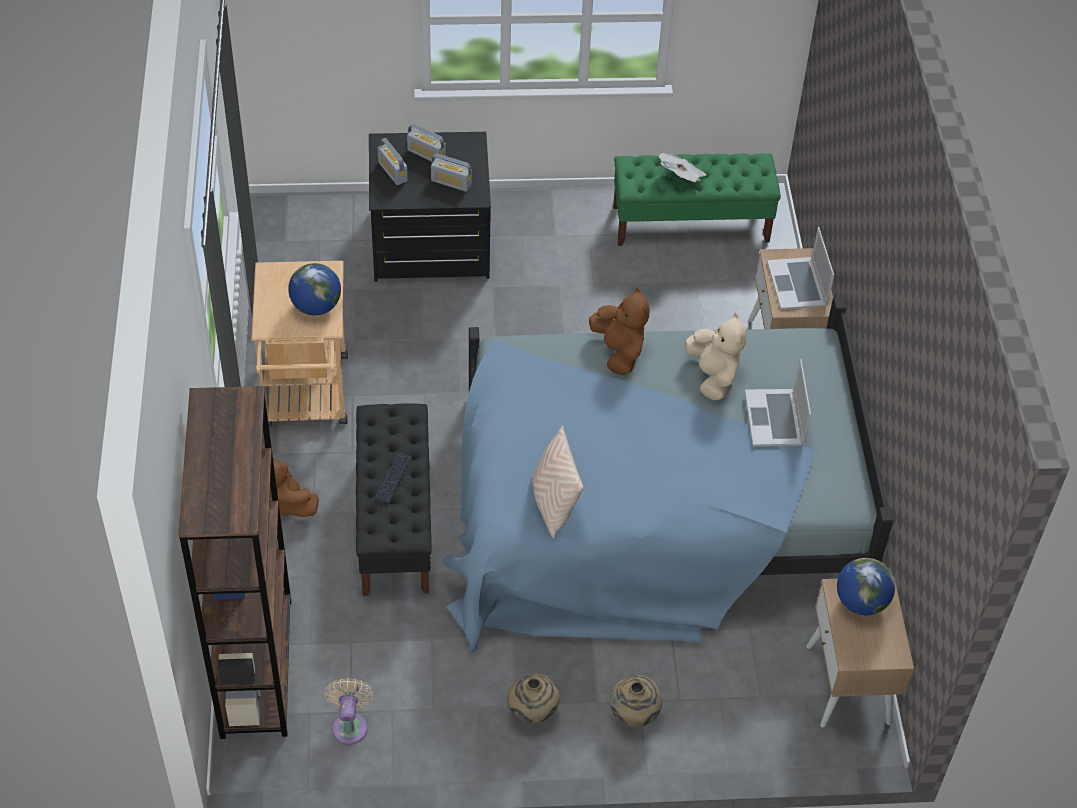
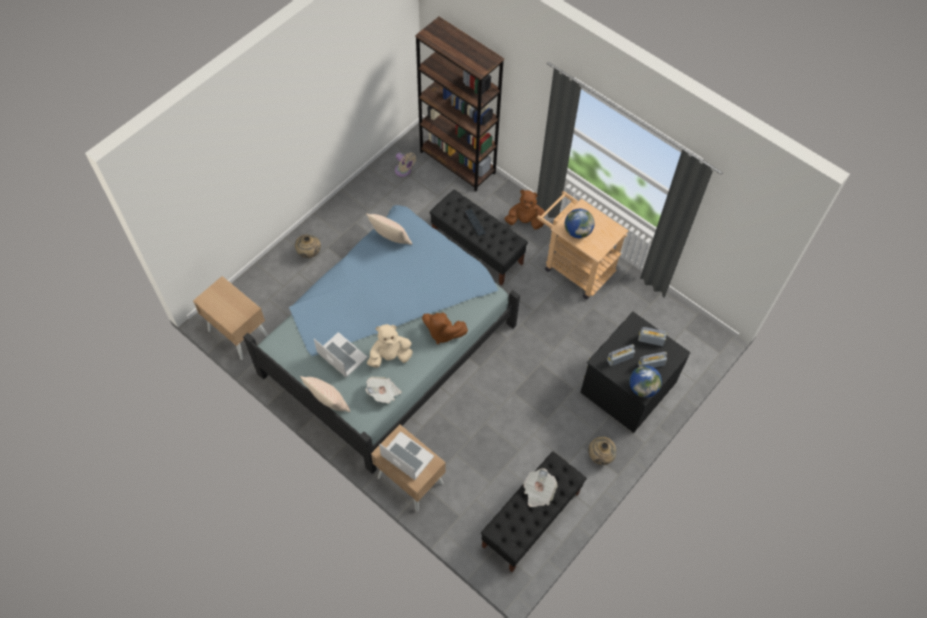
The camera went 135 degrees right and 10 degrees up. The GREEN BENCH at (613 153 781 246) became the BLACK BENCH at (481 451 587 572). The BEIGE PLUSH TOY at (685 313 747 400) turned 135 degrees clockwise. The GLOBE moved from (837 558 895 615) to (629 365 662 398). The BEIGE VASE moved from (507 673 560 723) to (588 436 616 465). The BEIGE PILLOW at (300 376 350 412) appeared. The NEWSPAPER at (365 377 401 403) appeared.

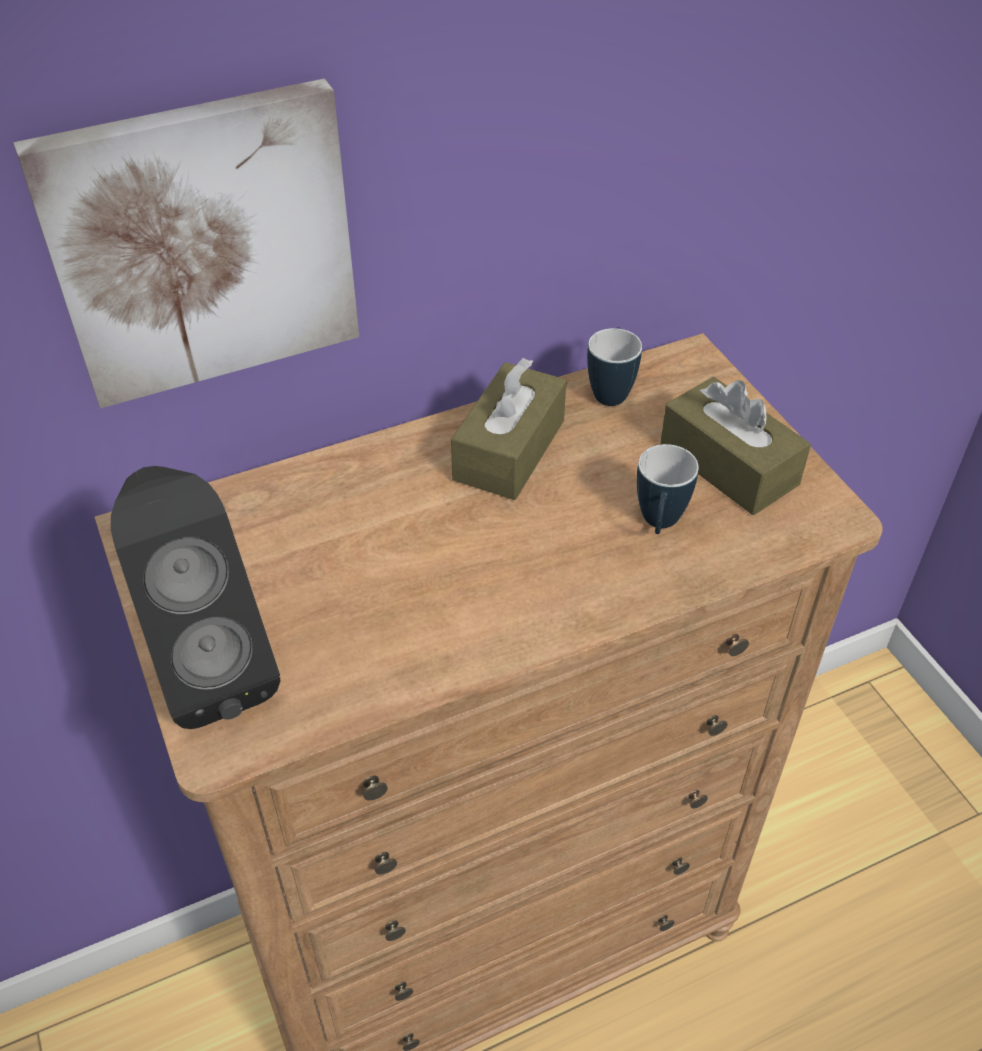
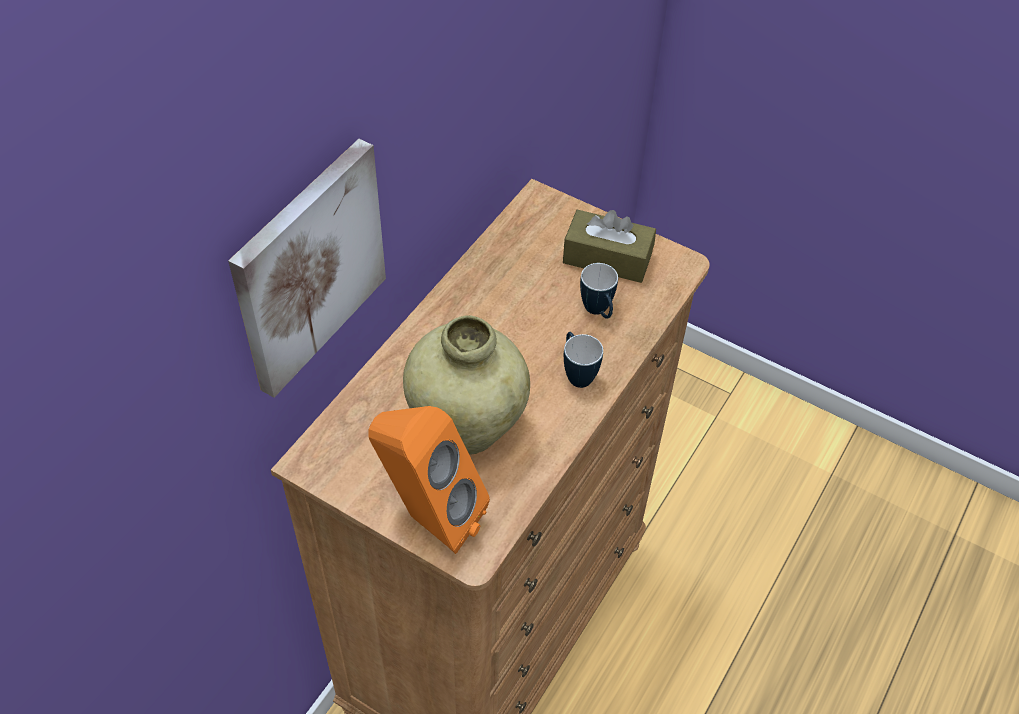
The camera went 35 degrees left and 5 degrees up. The MUG moved from (587 327 642 406) to (564 332 603 388). The BROWN TISSUE BOX at (451 358 566 500) disappeared. The BLACK SPEAKER at (111 466 280 729) became the ORANGE SPEAKER at (368 406 490 554). The BEIGE VASE at (403 315 530 455) appeared.

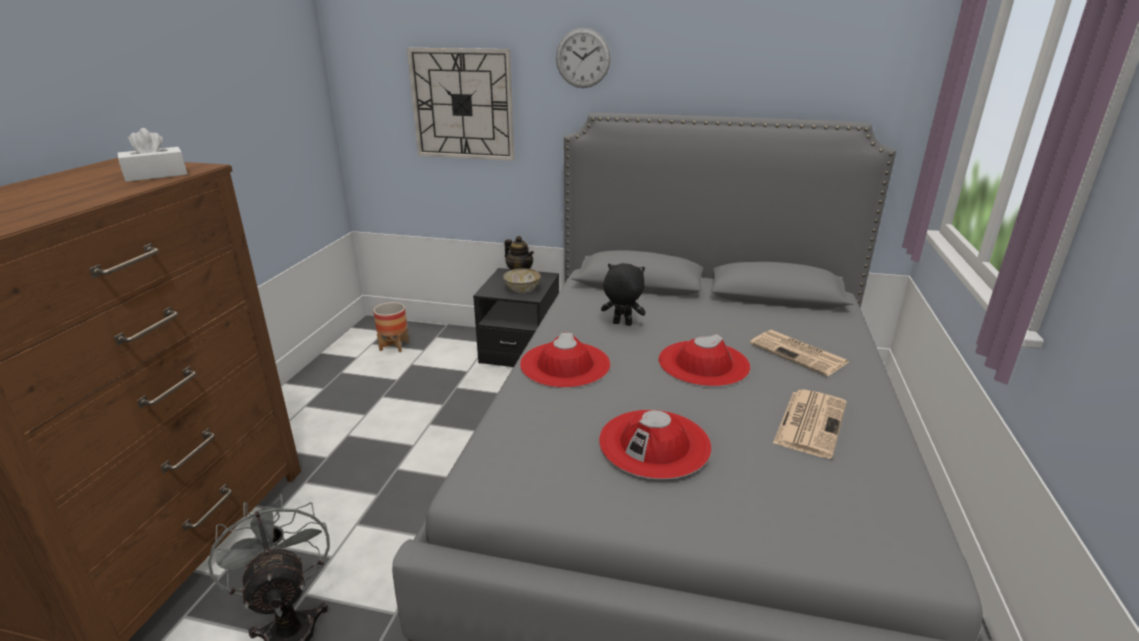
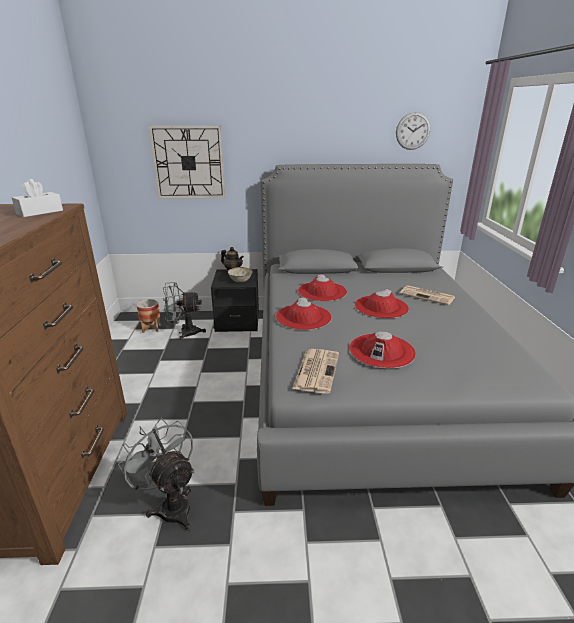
The camera went 15 degrees left and 0 degrees up. The WALL CLOCK moved from (556 28 611 88) to (396 112 431 150). The BLACK PLUSH TOY at (601 263 645 326) was replaced by the RED HAT at (298 274 347 301). The NEWSPAPER moved from (773 389 847 459) to (292 349 339 394). The GREY FAN at (163 282 206 340) appeared.

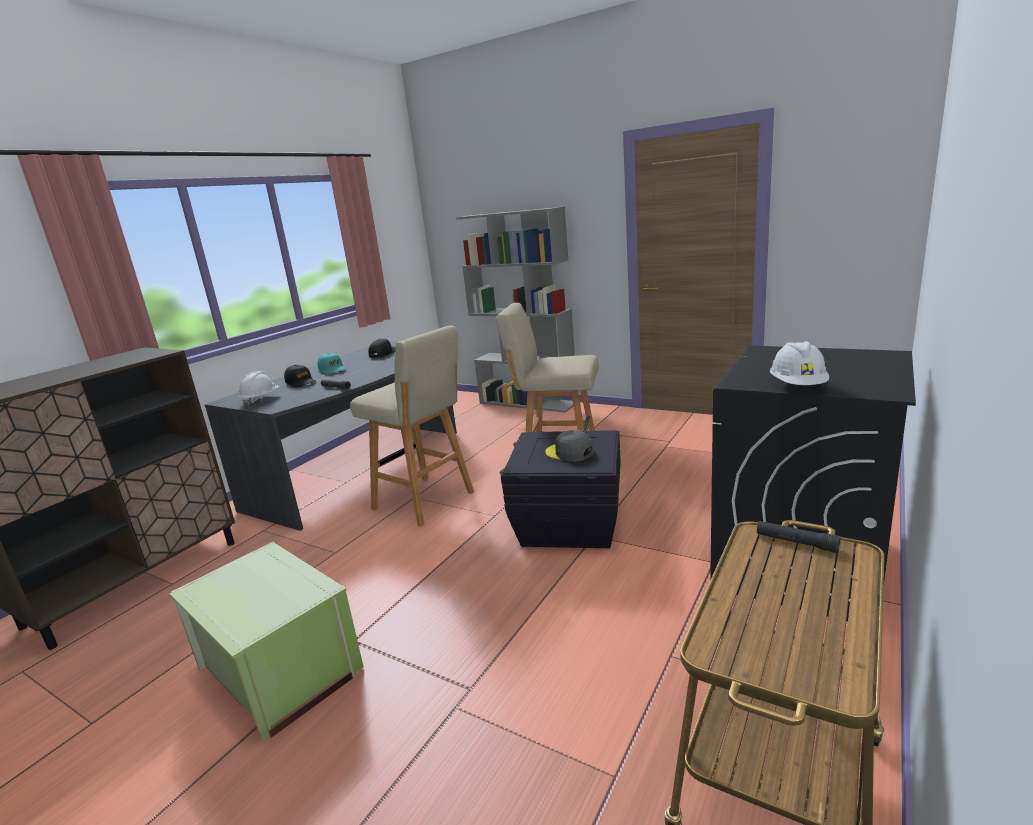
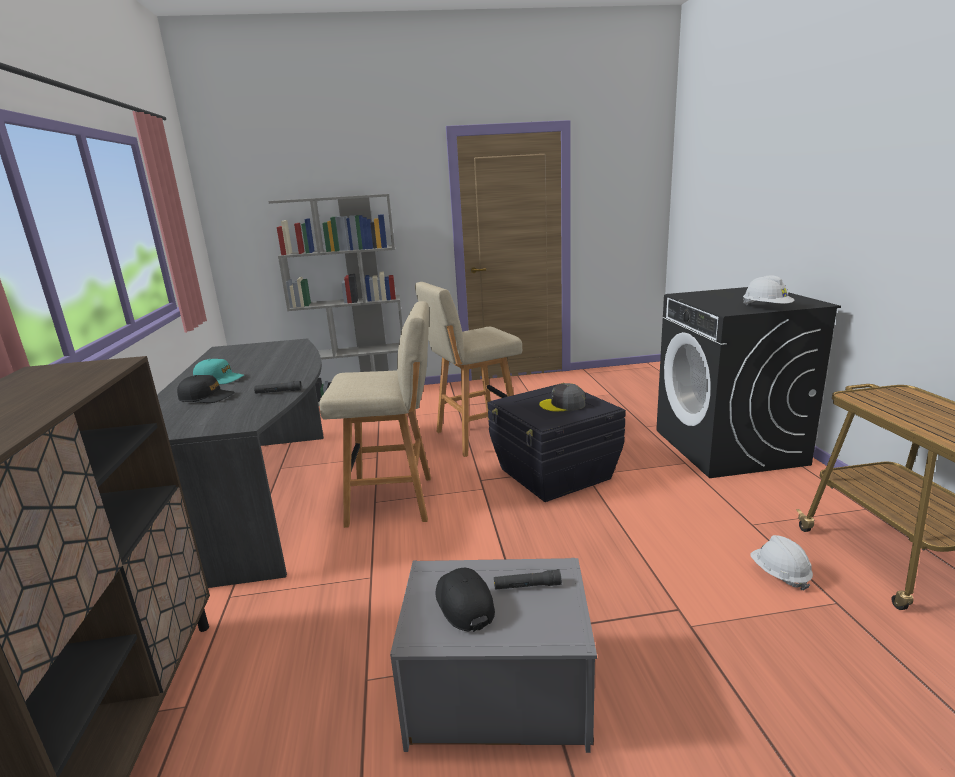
The camera went 40 degrees left and 0 degrees up. The BLACK CAP moved from (368 339 396 358) to (436 568 495 632). The WHITE HARD HAT moved from (238 371 280 406) to (750 535 813 591). The BLACK FLASHLIGHT moved from (757 521 841 553) to (494 569 562 590). The GREEN STORAGE BOX at (169 541 364 740) became the GREY STORAGE BOX at (390 558 597 753).

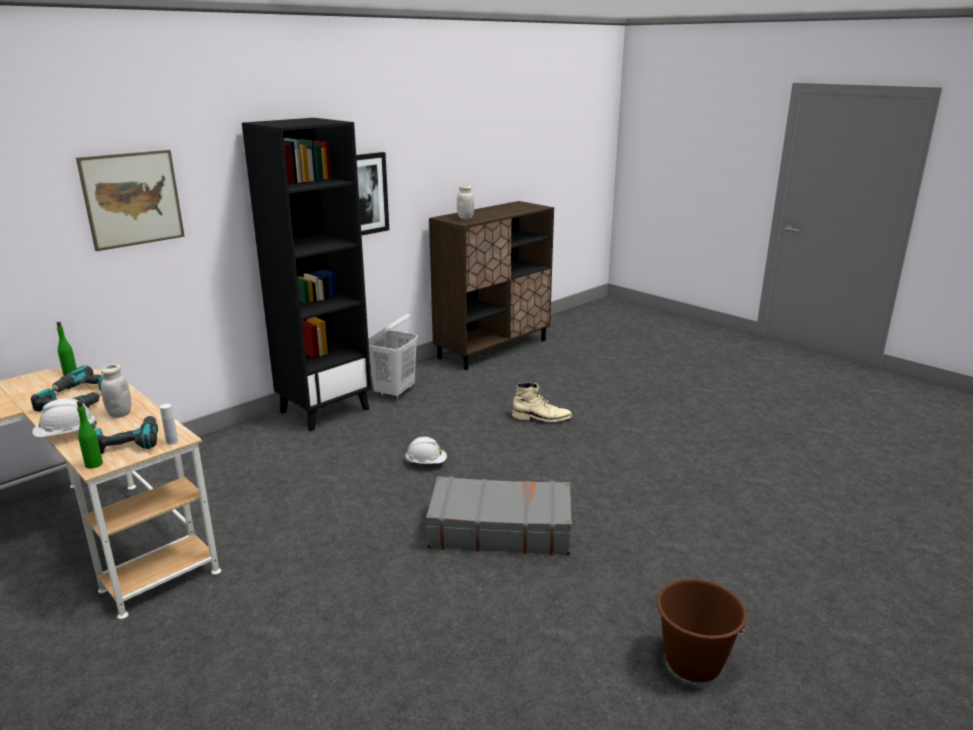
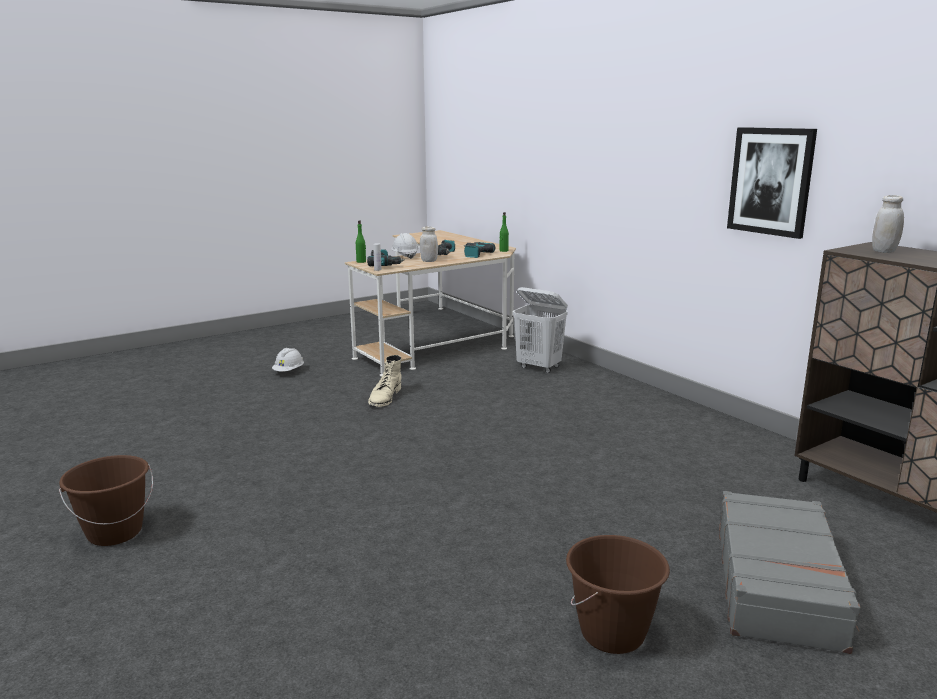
The camera went 100 degrees right and 5 degrees down. The BLACK BOOKCASE at (242 118 371 431) disappeared. The PICTURE at (76 150 185 251) disappeared. The WHITE LAUNDRY BASKET moved from (368 314 418 399) to (513 287 568 373). The BEIGE BOOT moved from (512 383 573 422) to (368 355 402 407). The WHITE HARD HAT moved from (405 437 447 464) to (272 348 304 371). The GREY SUITCASE moved from (426 476 572 555) to (719 491 861 654). The BROWN BUCKET at (566 535 670 654) appeared.

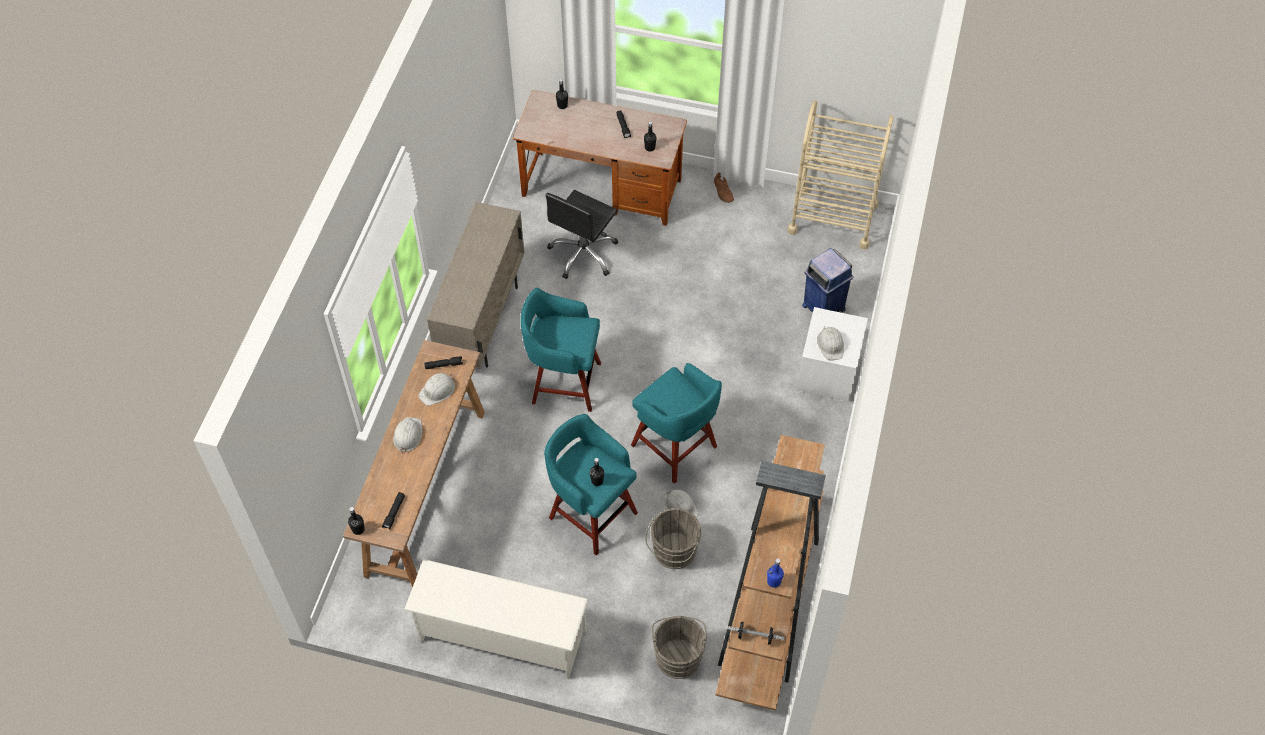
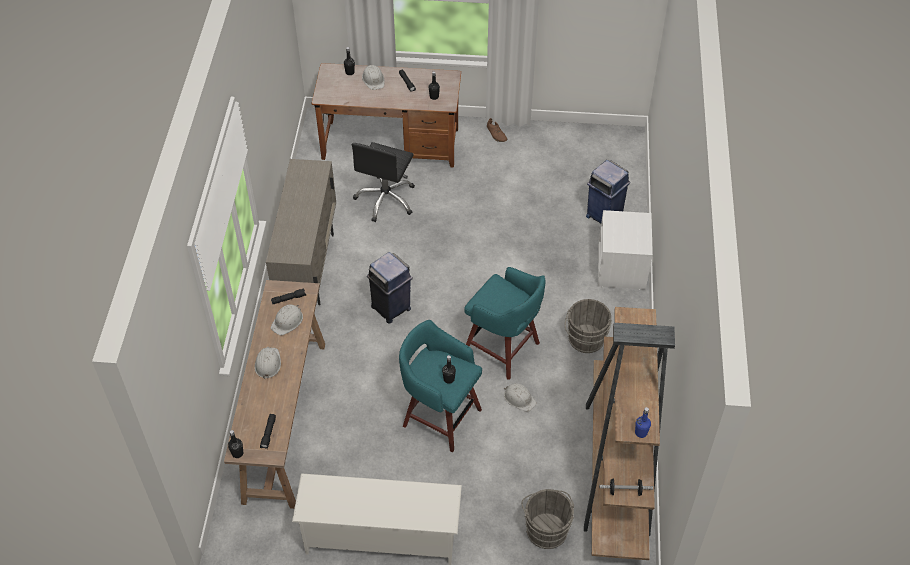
The camera went 10 degrees left and 5 degrees down. The BEIGE CART at (788 100 894 249) disappeared. The TURQUOISE STOOL at (521 288 601 412) was replaced by the BLUE TRASH CAN at (367 252 413 324). The WHITE HARD HAT moved from (817 326 844 360) to (362 65 385 90). The GREY BUCKET moved from (645 508 701 569) to (565 299 612 353).

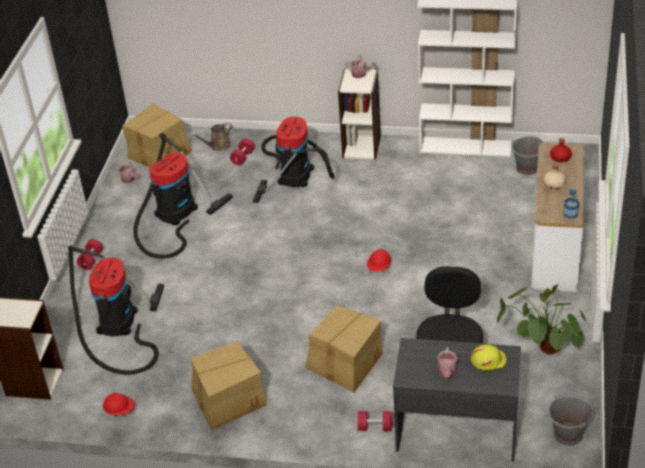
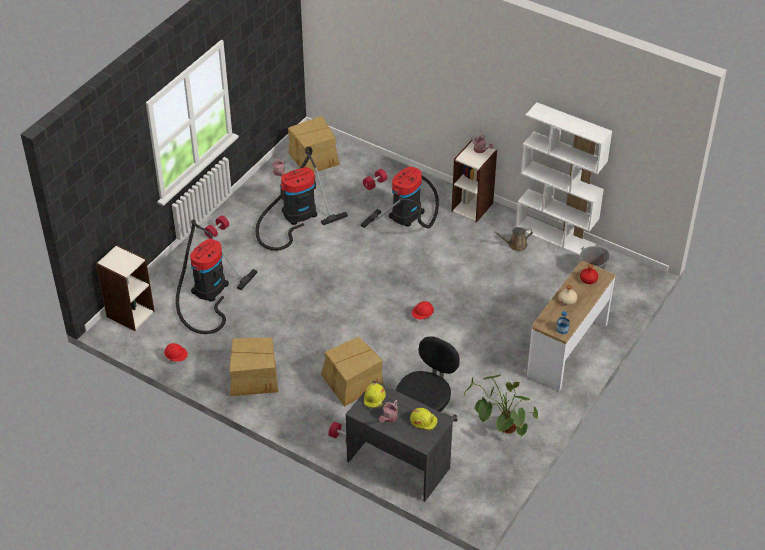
The camera went 20 degrees right and 5 degrees up. The BROWN WATERING CAN moved from (192 122 232 151) to (494 227 533 251). The GREY BUCKET at (548 395 594 446) disappeared. The YELLOW HARD HAT at (364 383 386 408) appeared.

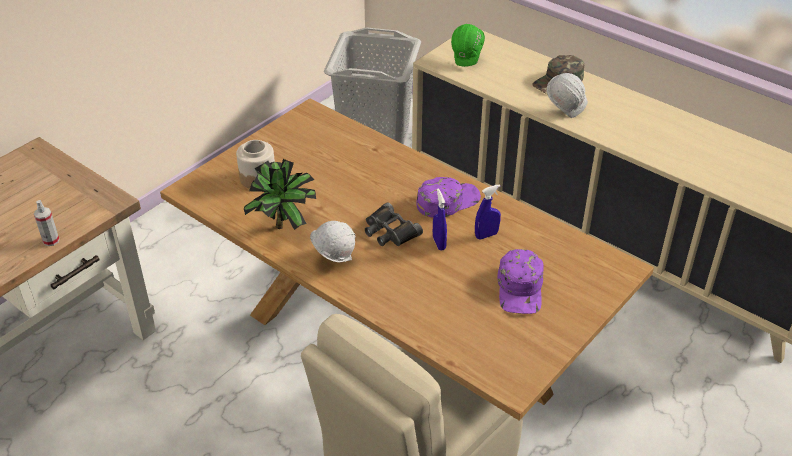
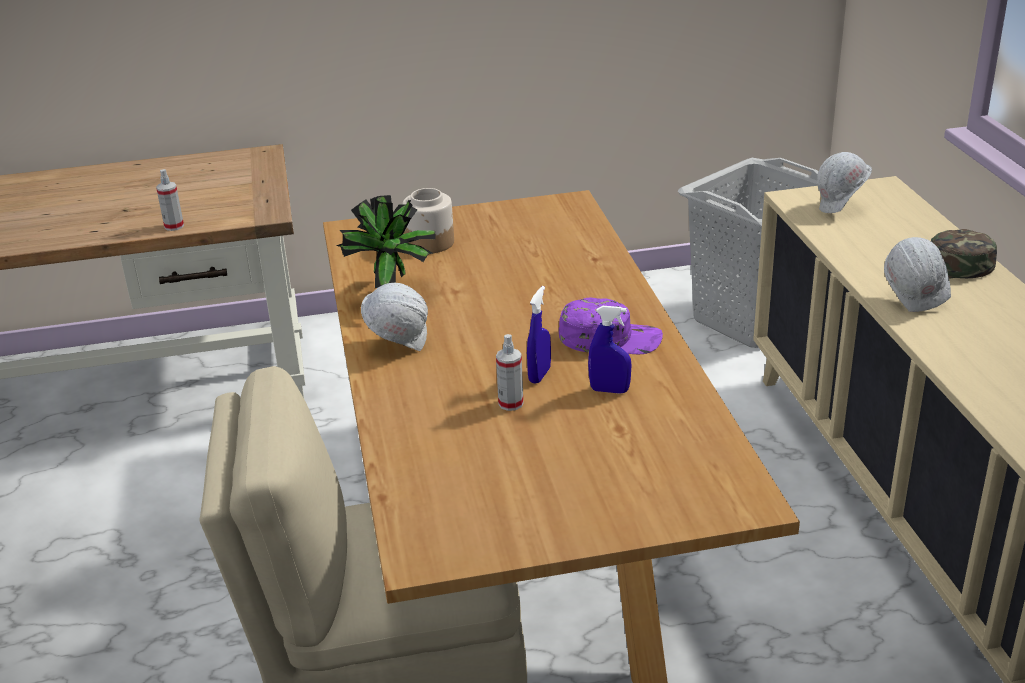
The camera went 40 degrees right and 10 degrees down. The GREEN HARD HAT at (451 24 485 67) became the WHITE HARD HAT at (817 152 872 214). The BLACK BINOCULARS at (365 202 423 246) disappeared. The PURPLE CAP at (498 249 544 314) disappeared. The SPRAY BOTTLE at (496 334 523 411) appeared.

